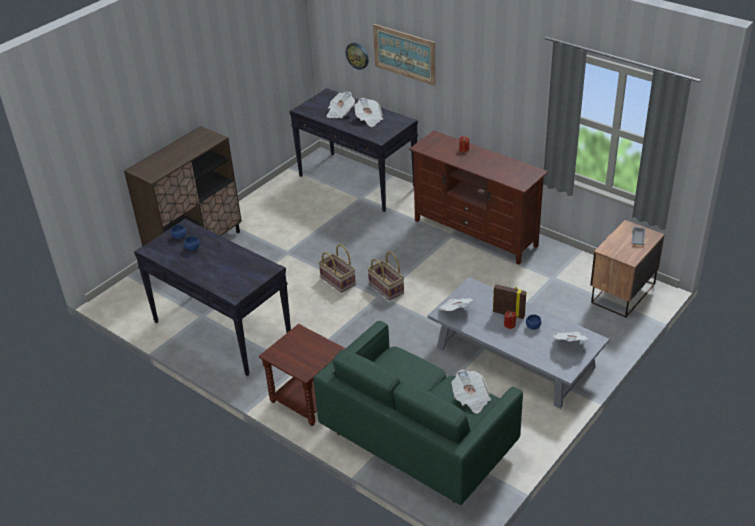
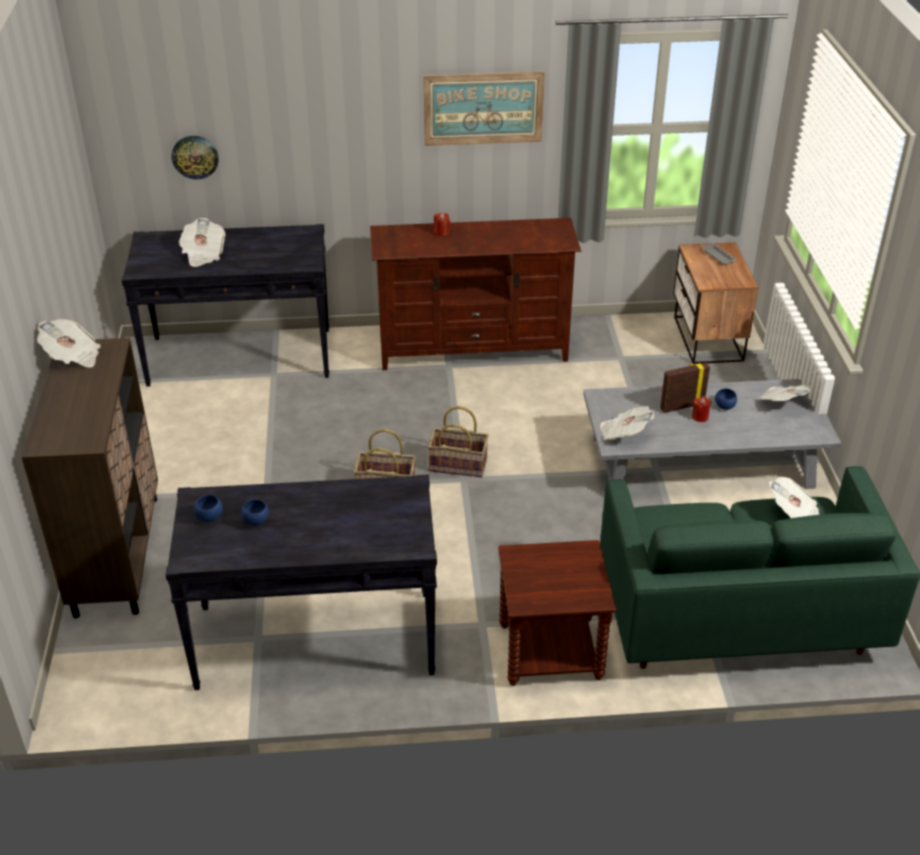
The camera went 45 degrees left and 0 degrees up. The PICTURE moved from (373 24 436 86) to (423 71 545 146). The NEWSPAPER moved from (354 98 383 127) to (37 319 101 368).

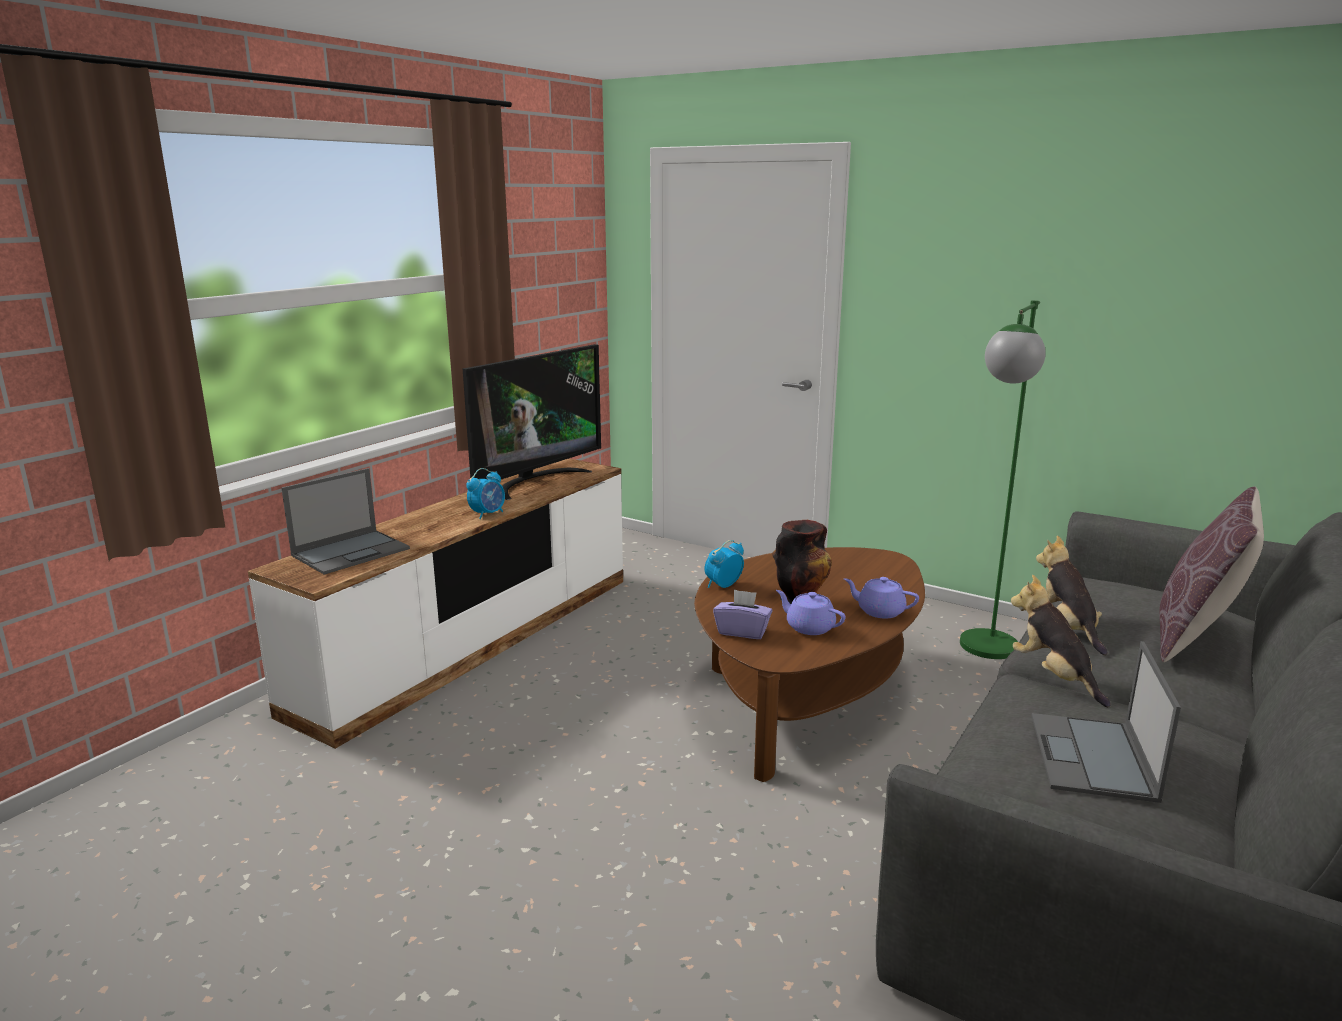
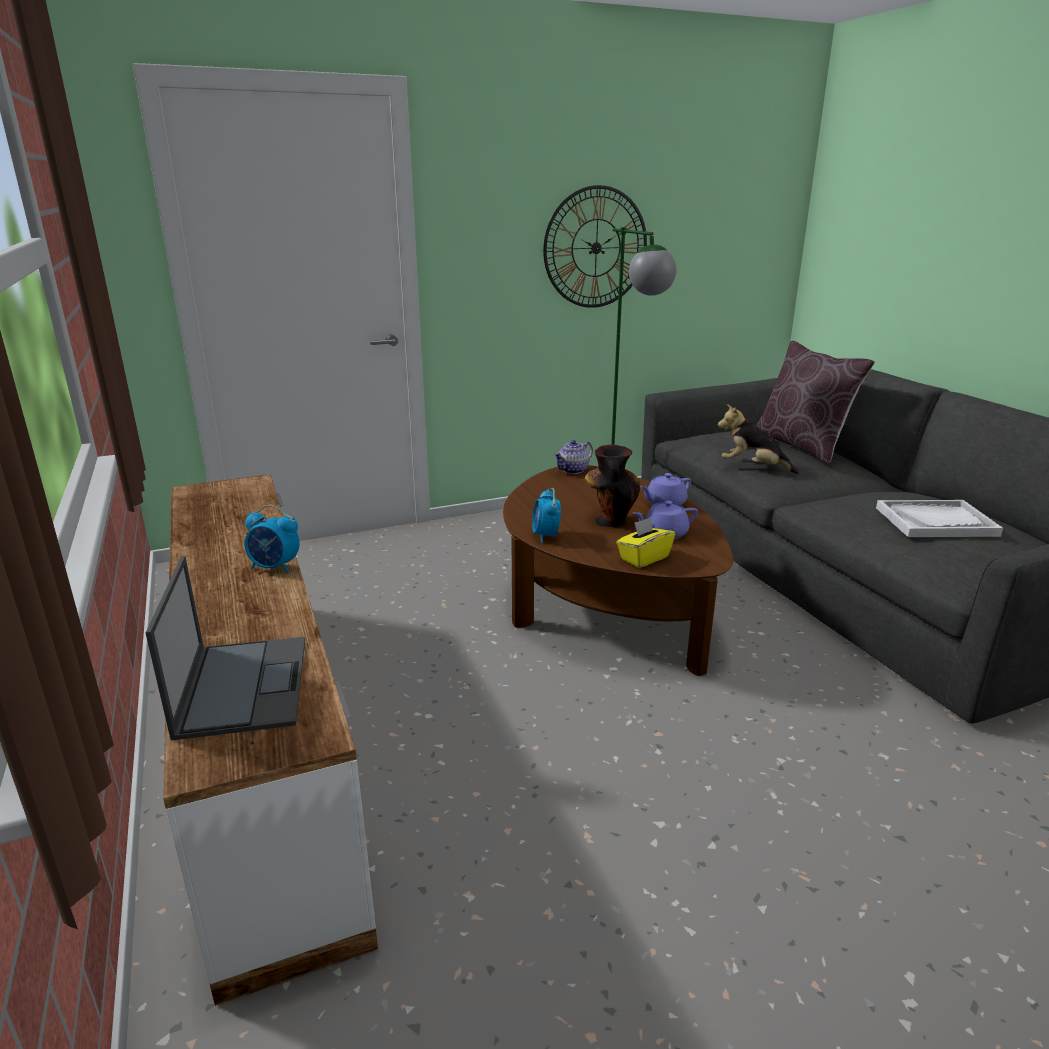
The camera went 55 degrees left and 5 degrees up. The TELEVISION at (463 344 601 500) disappeared. The ALARM CLOCK at (466 468 505 519) turned 120 degrees clockwise. The PLUSH TOY at (1011 575 1111 707) disappeared. The PURPLE TISSUE BOX at (713 589 773 639) became the YELLOW TISSUE BOX at (616 517 675 568). The LAPTOP at (1031 641 1181 803) was replaced by the WHITE TRAY at (876 500 1003 537). The WALL CLOCK at (543 185 647 308) appeared. The TEAPOT at (554 440 593 474) appeared.

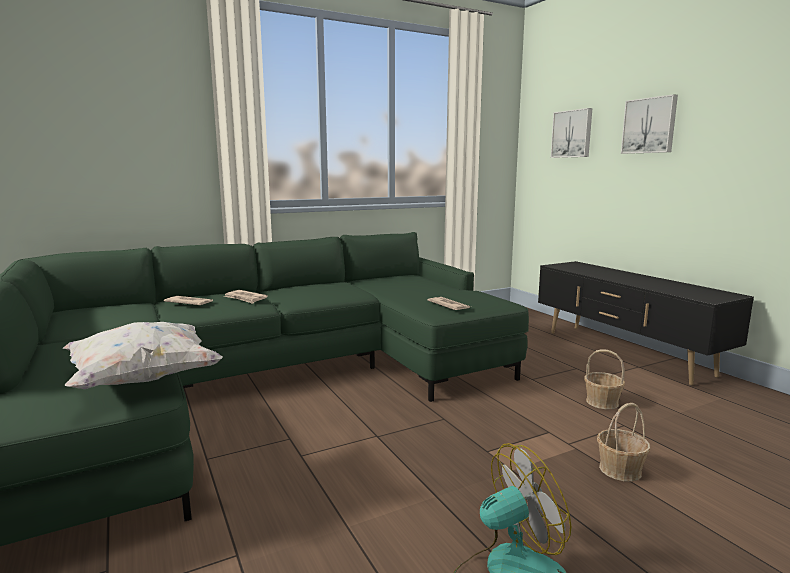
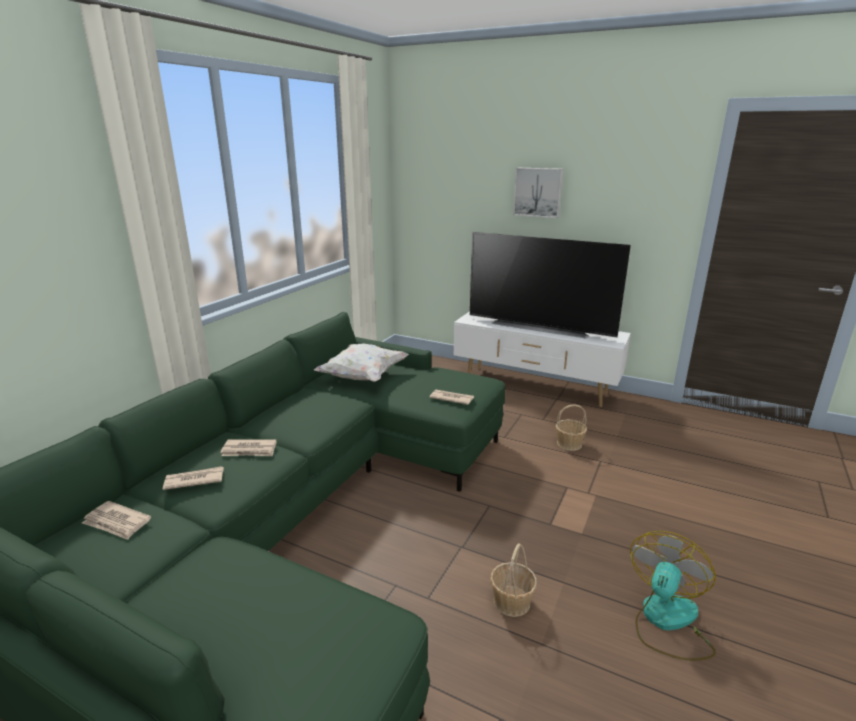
The camera went 35 degrees left and 10 degrees up. The PICTURE at (551 108 592 158) disappeared. The BLACK TV STAND at (538 261 754 385) became the WHITE TV STAND at (454 311 631 407). The WHITE PILLOW moved from (62 322 223 389) to (313 344 409 382). The BASKET moved from (597 403 650 482) to (490 543 537 617). The TELEVISION at (470 232 631 339) appeared. The NEWSPAPER at (82 501 151 540) appeared.

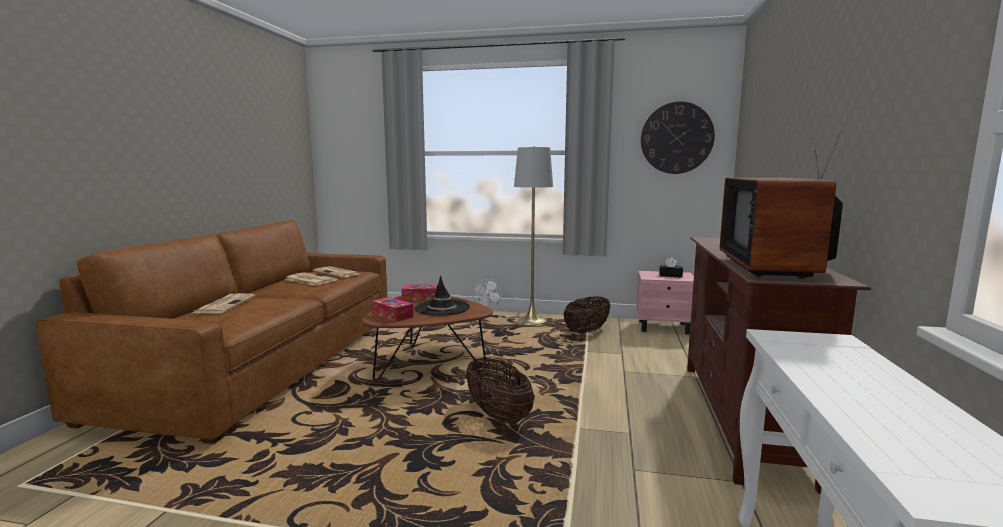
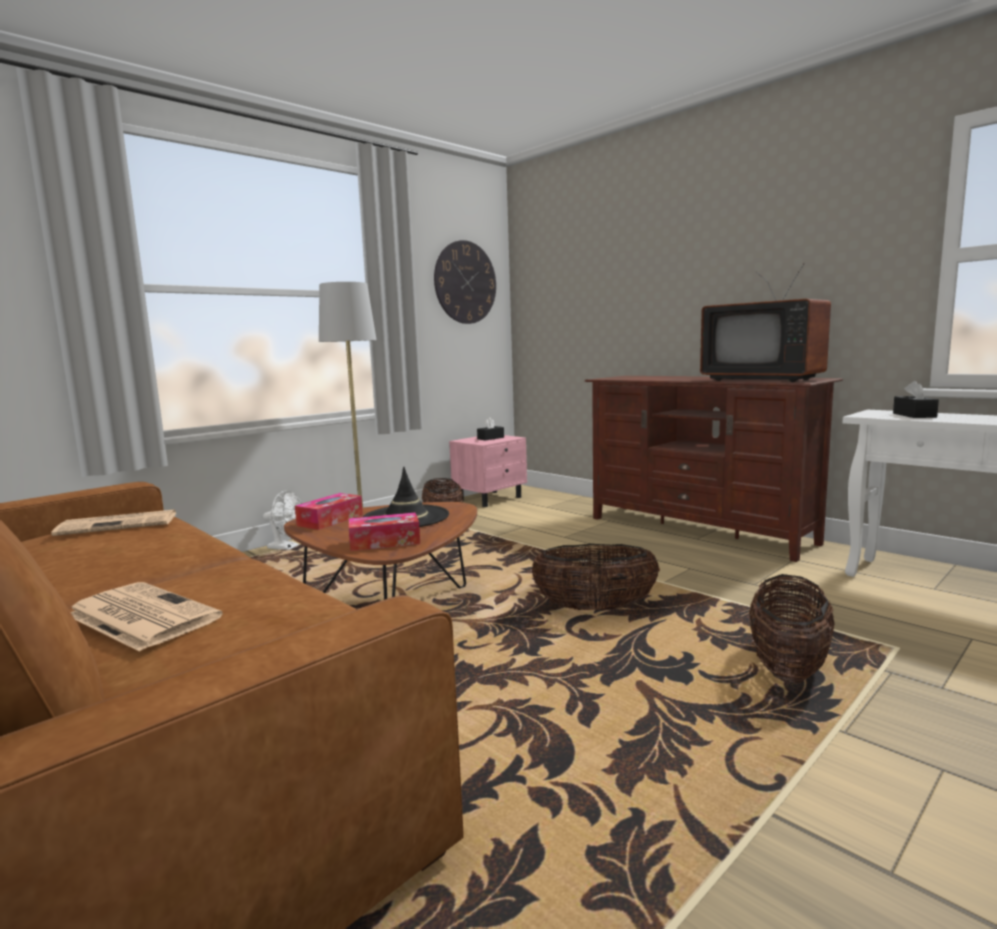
The camera went 55 degrees left and 0 degrees up. The NEWSPAPER at (285 272 337 286) disappeared. The BLACK TISSUE BOX at (893 381 939 418) appeared. The BASKET at (749 574 835 682) appeared.

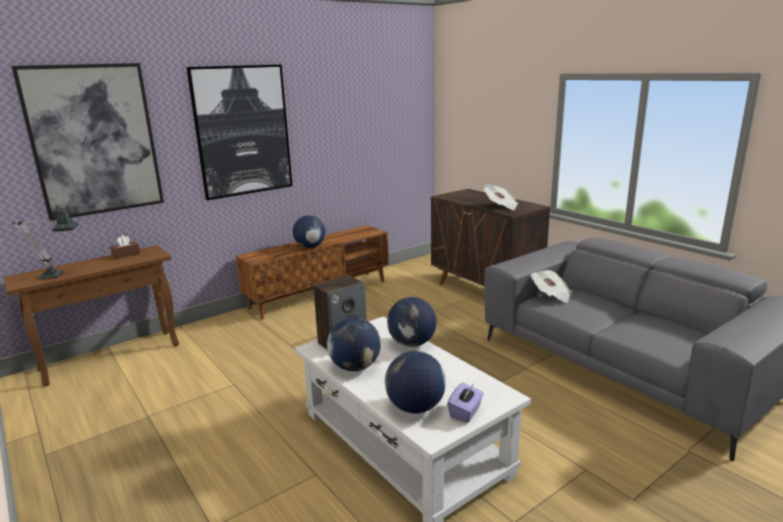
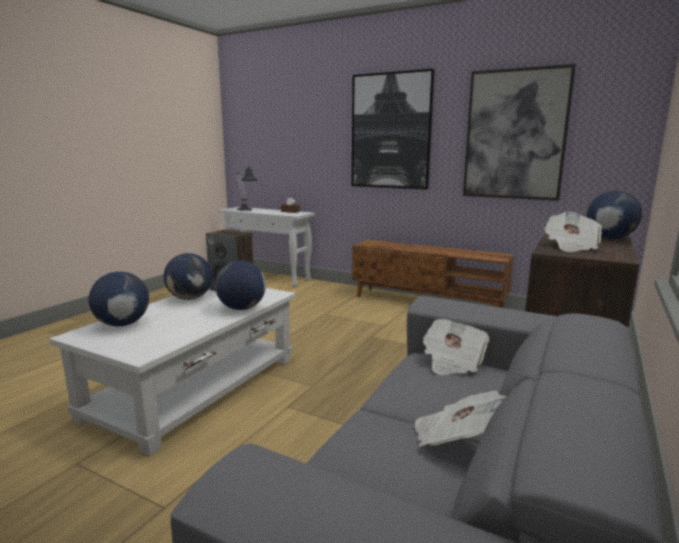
The camera went 65 degrees right and 5 degrees down. The PICTURE moved from (11 63 164 220) to (463 64 576 201). The GLOBE moved from (293 215 325 248) to (587 190 642 239). The BROWN CONSOLE TABLE at (3 245 179 386) became the WHITE CONSOLE TABLE at (218 207 315 287). The PURPLE TISSUE BOX at (447 383 484 423) disappeared. The NEWSPAPER at (415 391 506 446) appeared.

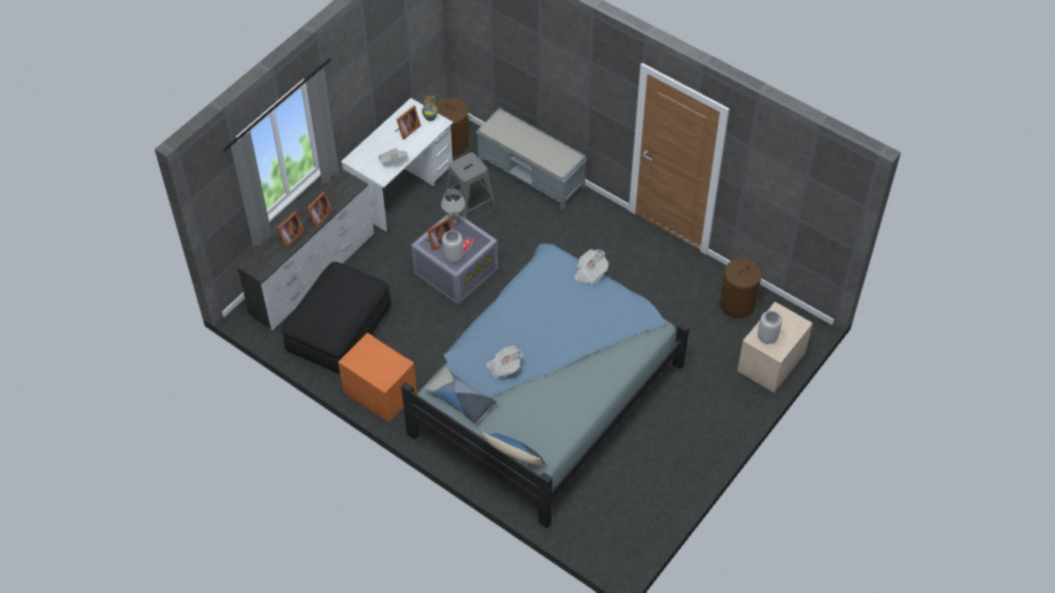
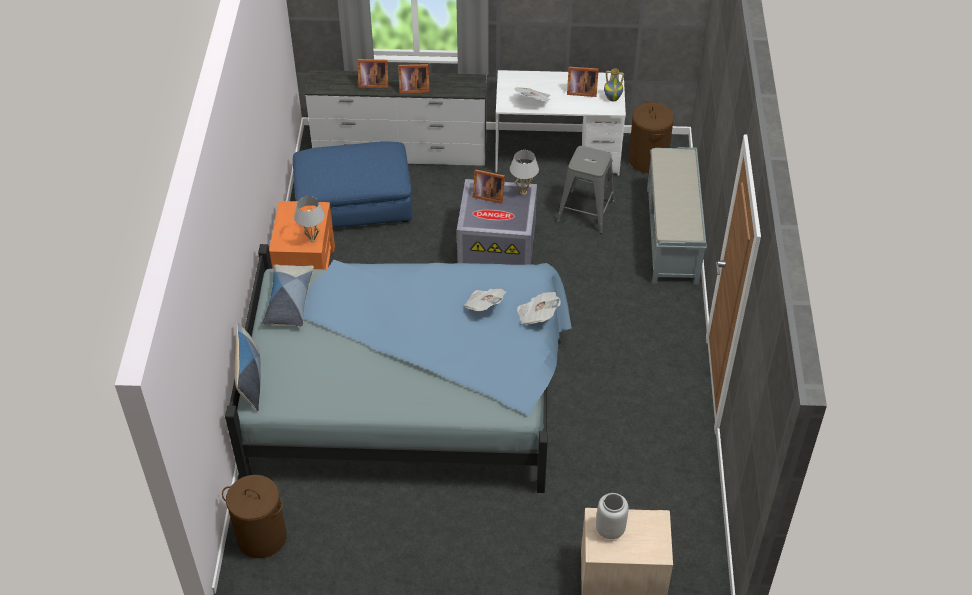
The camera went 55 degrees right and 5 degrees down. The GREY VASE at (442 230 463 263) disappeared. The BROWN LAUNDRY BASKET moved from (720 258 762 318) to (222 475 287 558). The BLACK OTTOMAN at (282 262 391 374) became the BLUE OTTOMAN at (293 142 413 228). The NEWSPAPER moved from (486 346 523 379) to (463 288 506 311). The WHITE TABLE LAMP at (294 196 325 242) appeared.

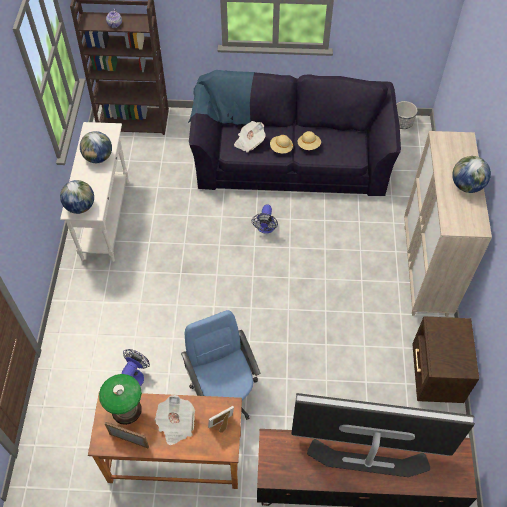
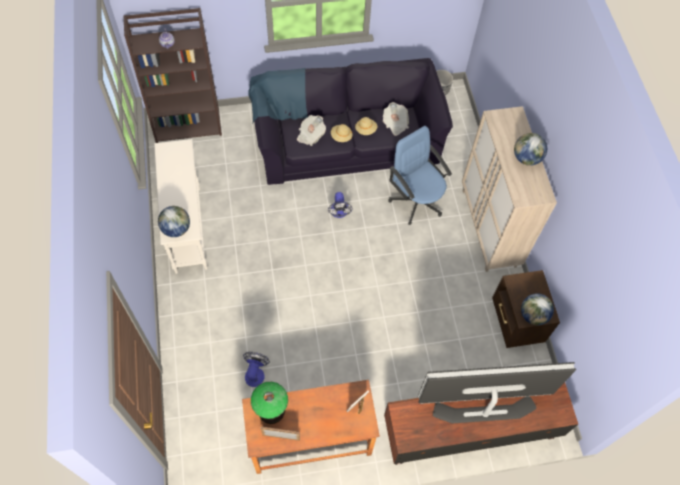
The camera went 15 degrees left and 5 degrees up. The GLOBE moved from (80 131 112 163) to (521 293 554 325). The BLUE OFFICE CHAIR moved from (181 310 260 420) to (388 126 452 225). The NEWSPAPER moved from (155 395 195 445) to (383 102 409 136).

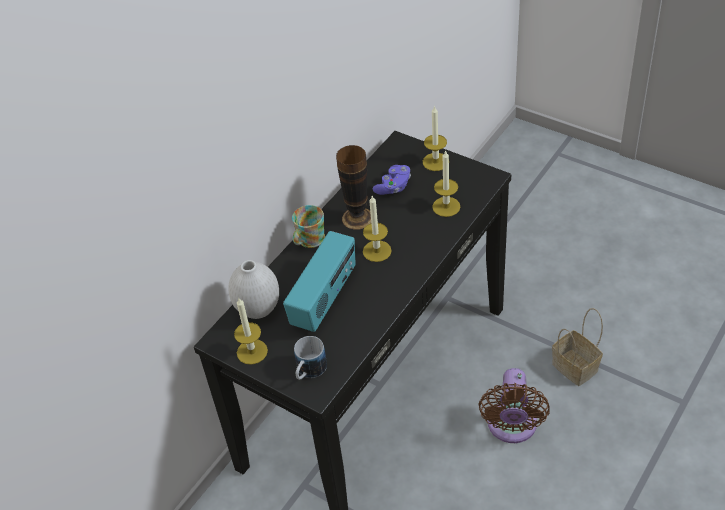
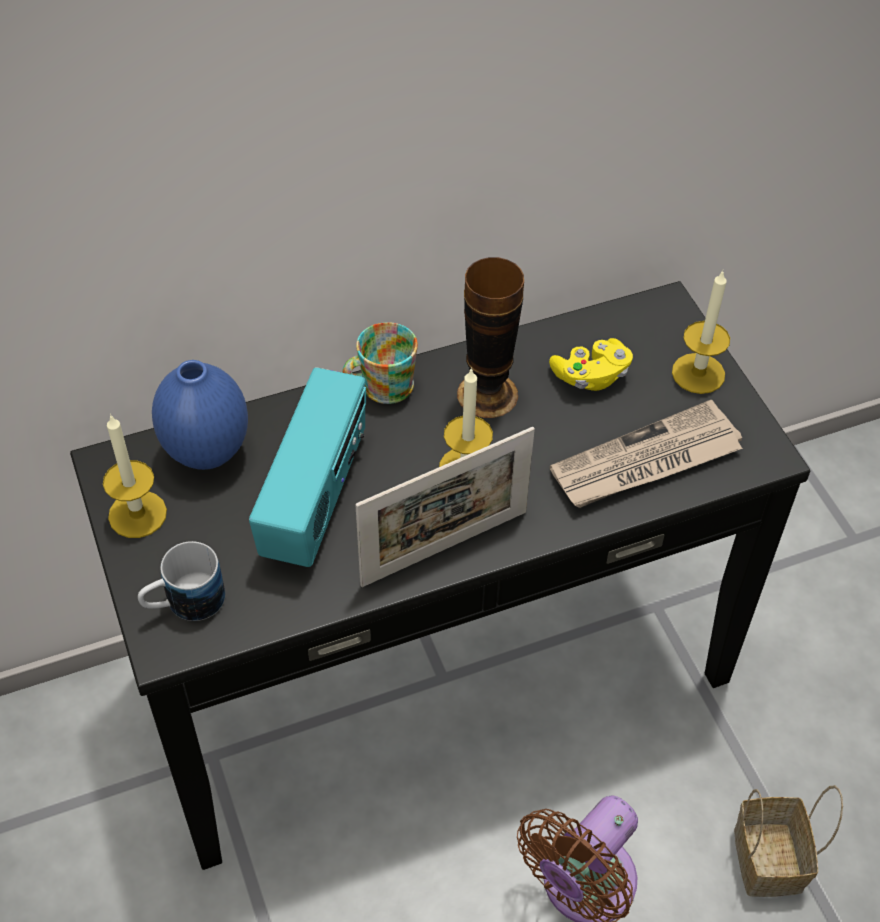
The camera went 30 degrees right and 5 degrees up. The CANDLE at (432 150 460 217) was replaced by the NEWSPAPER at (550 400 743 508). The PURPLE GAME CONTROLLER at (372 165 411 195) became the YELLOW GAME CONTROLLER at (549 338 633 391). The RADIO at (283 231 356 332) turned 45 degrees counterclockwise. The WHITE VASE at (228 260 279 319) became the BLUE VASE at (152 360 248 470). The PICTURE FRAME at (355 427 535 587) appeared.

